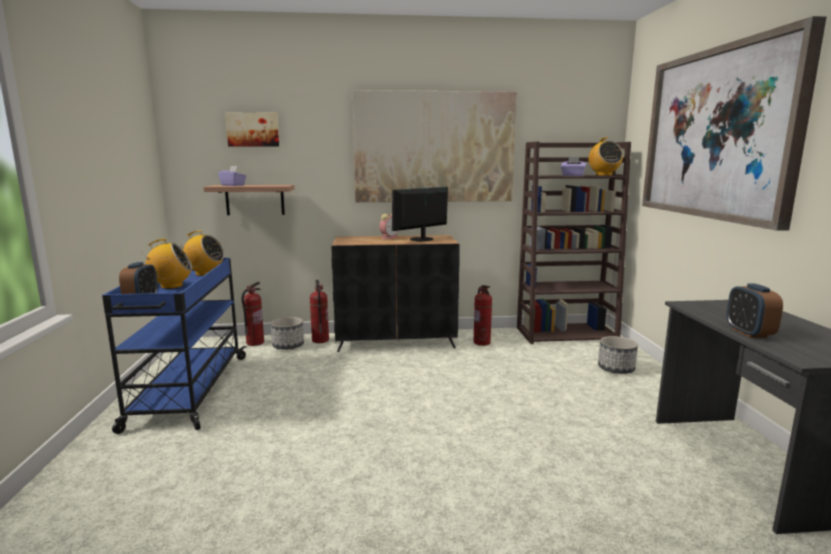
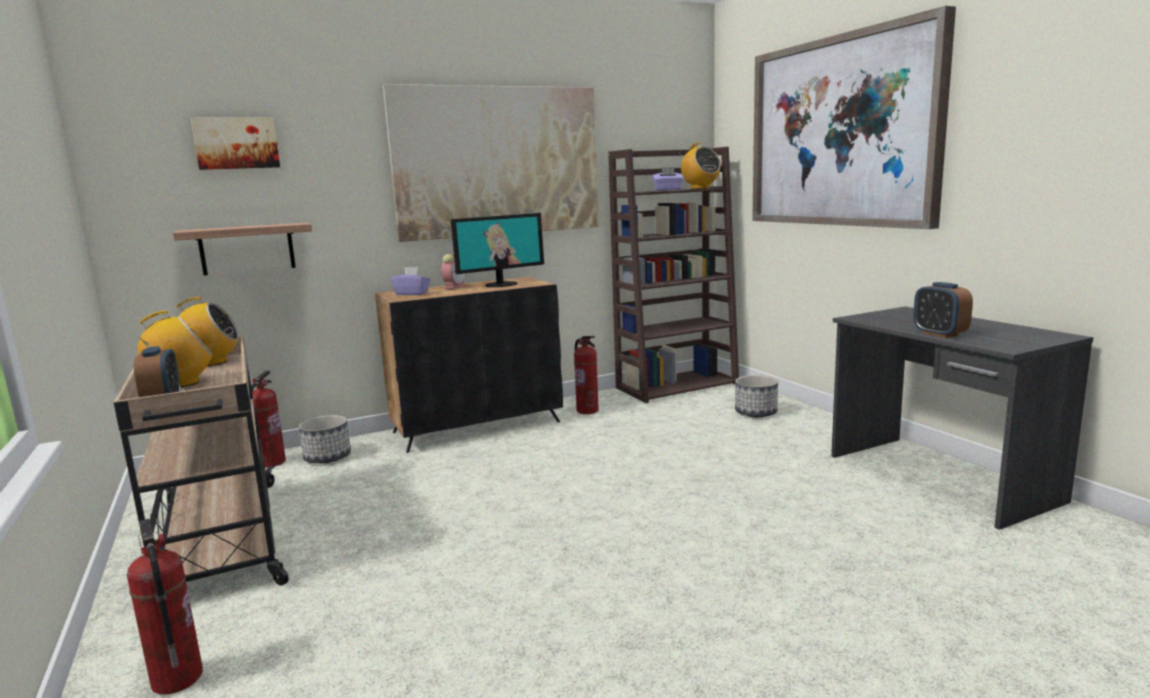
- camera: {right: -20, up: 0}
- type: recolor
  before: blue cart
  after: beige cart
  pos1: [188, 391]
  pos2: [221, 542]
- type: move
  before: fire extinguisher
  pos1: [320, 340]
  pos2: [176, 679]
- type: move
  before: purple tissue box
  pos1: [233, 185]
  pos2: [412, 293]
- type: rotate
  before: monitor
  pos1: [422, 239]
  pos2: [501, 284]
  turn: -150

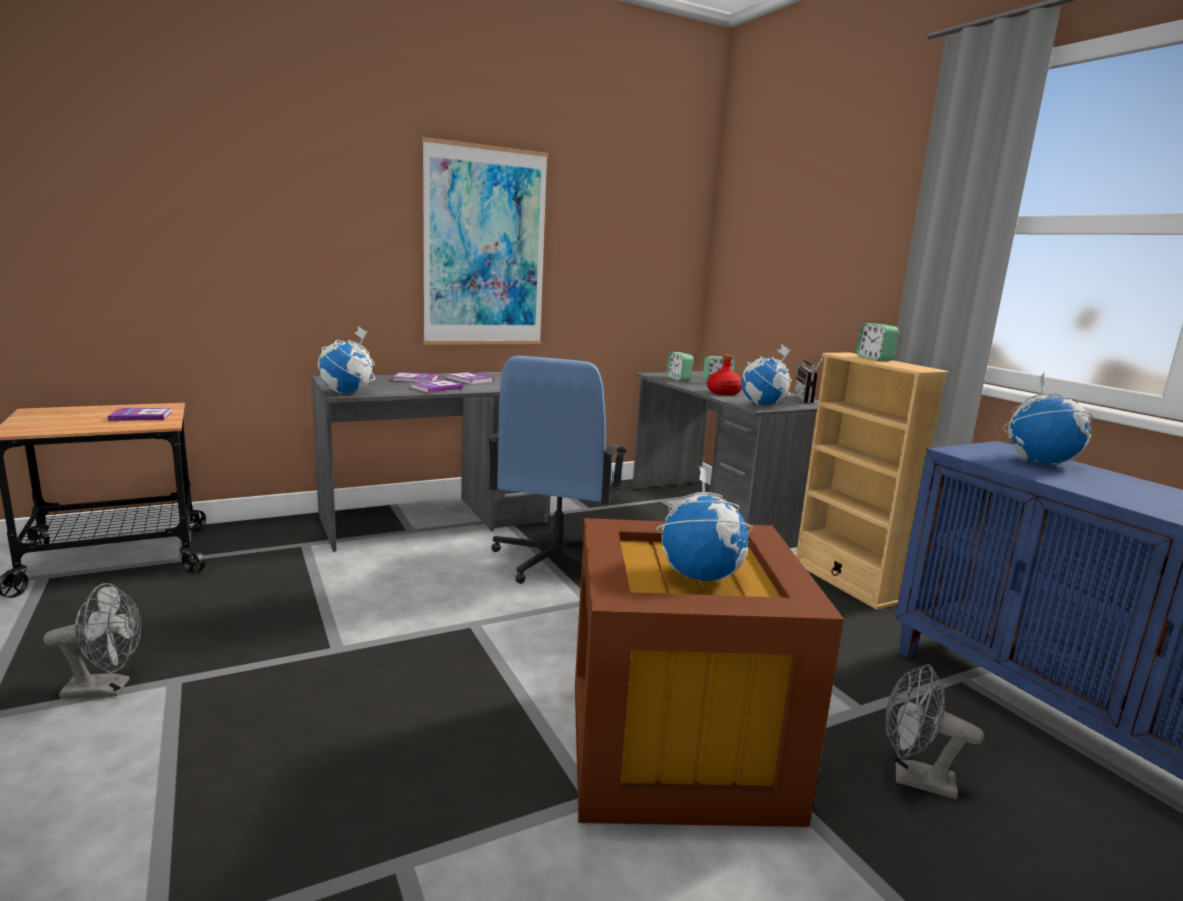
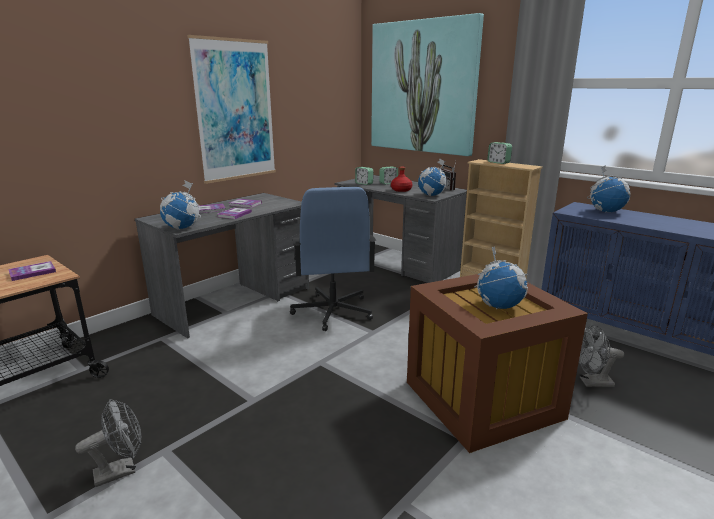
- camera: {right: -20, up: 5}
- type: insert
  after: picture
  pos2: [423, 87]

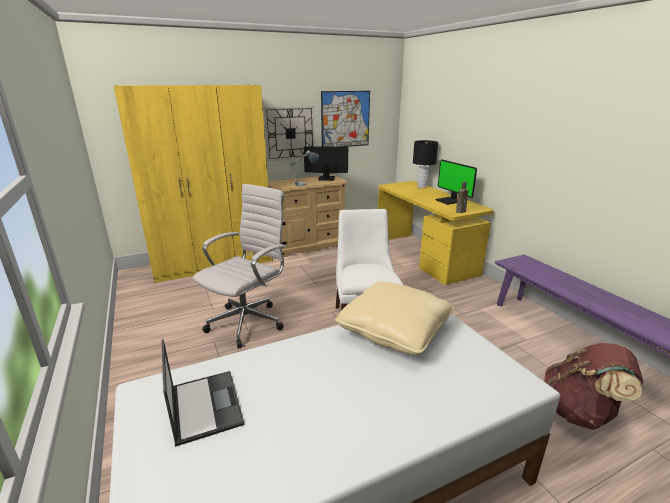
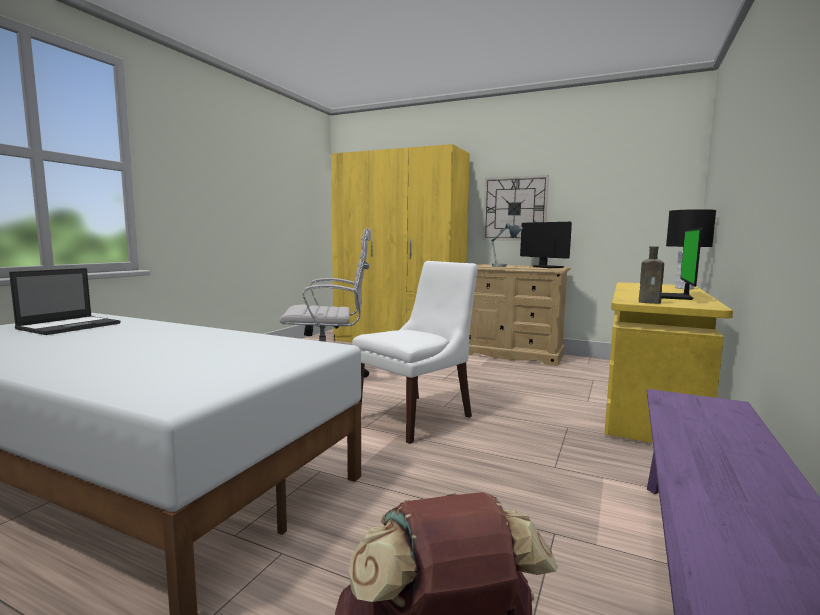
- camera: {right: 50, up: -15}
- type: delete
  before: picture
  pos1: [345, 119]
- type: delete
  before: beige pillow
  pos1: [394, 330]

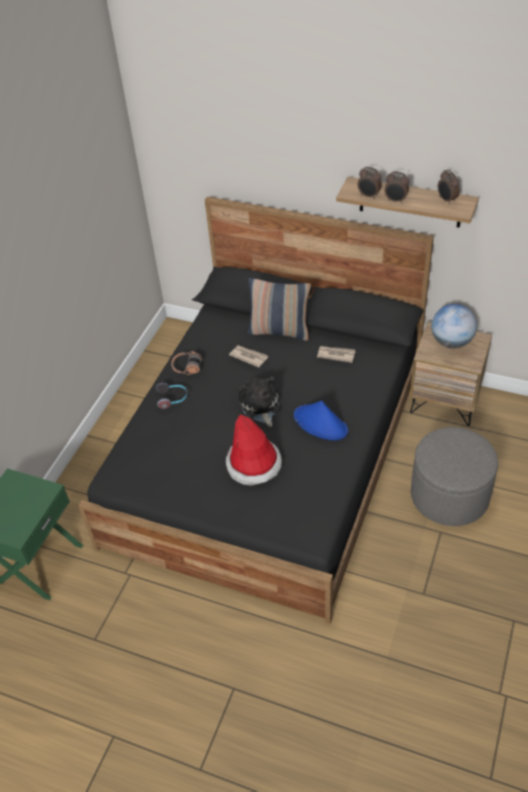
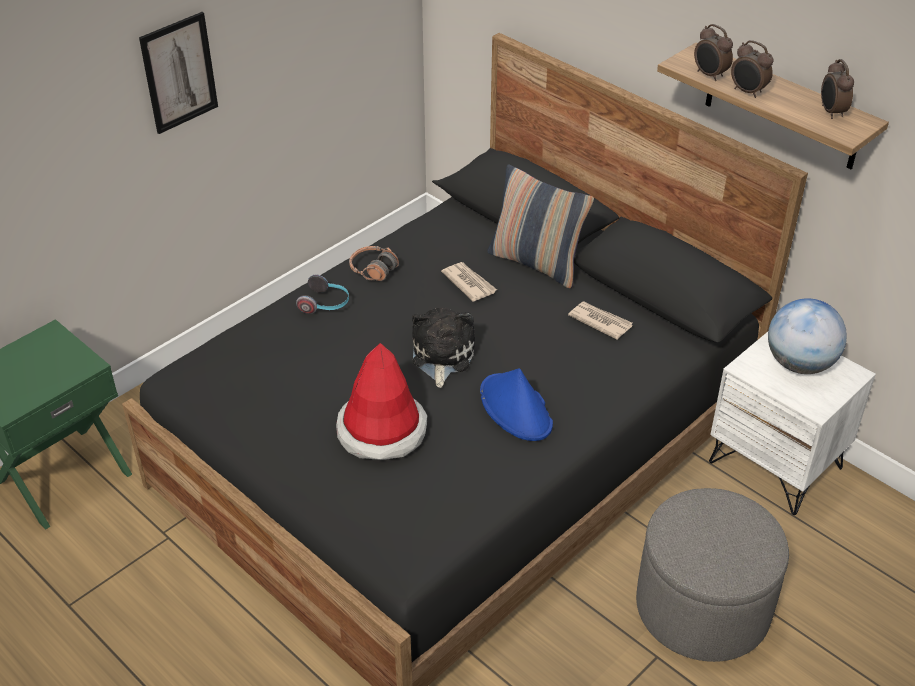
- camera: {right: 20, up: -5}
- type: insert
  after: picture
  pos2: [179, 73]
- type: recolor
  before: brown nightstand
  after: white nightstand
  pos1: [445, 401]
  pos2: [776, 464]

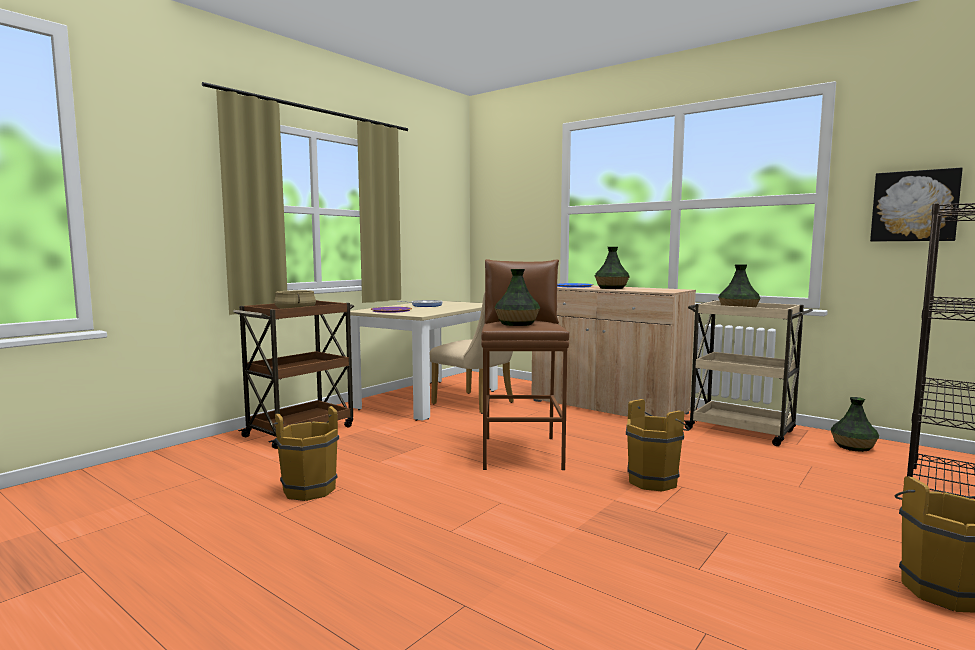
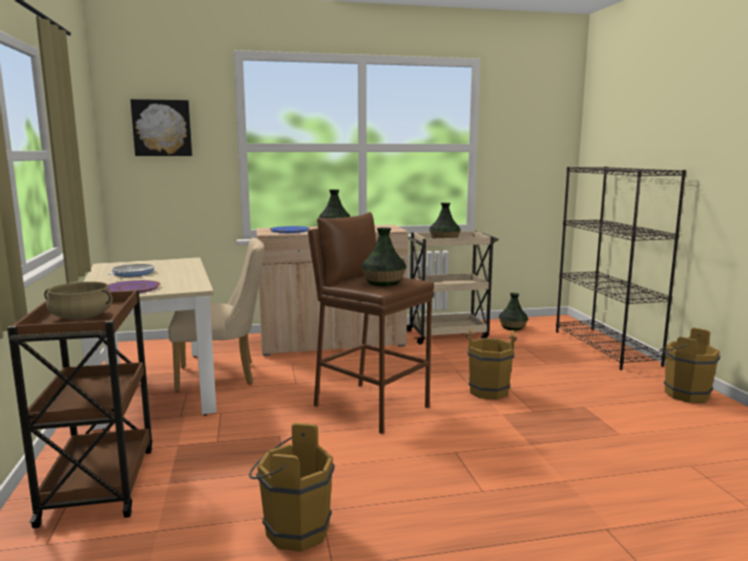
- camera: {right: -50, up: 5}
- type: move
  before: picture
  pos1: [914, 206]
  pos2: [162, 128]

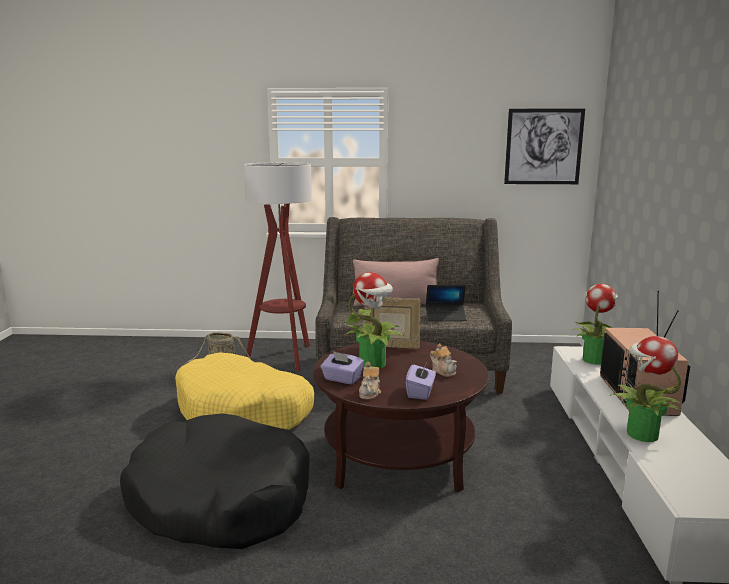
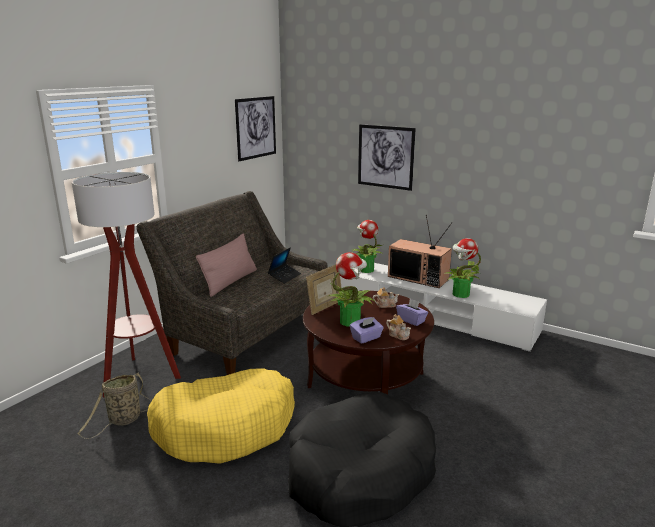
- camera: {right: -60, up: 5}
- type: insert
  after: picture
  pos2: [385, 157]

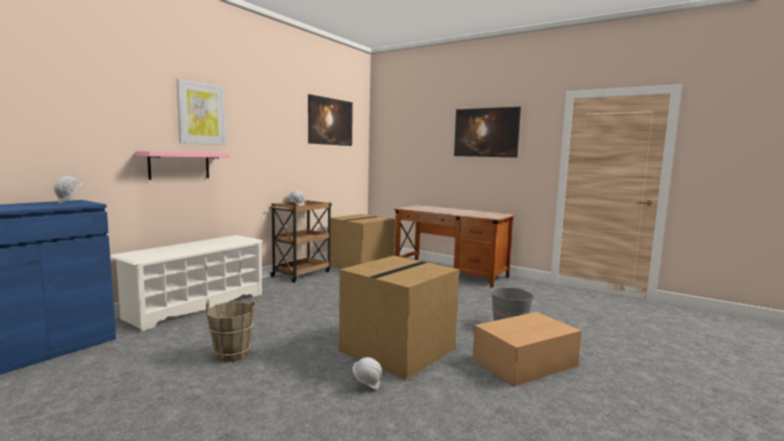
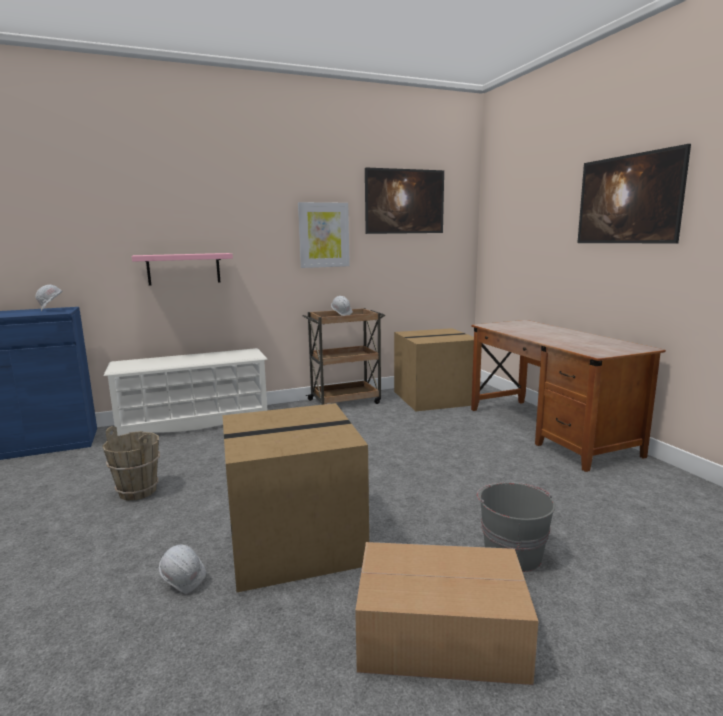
- camera: {right: 35, up: 5}
- type: move
  before: picture
  pos1: [201, 113]
  pos2: [323, 235]

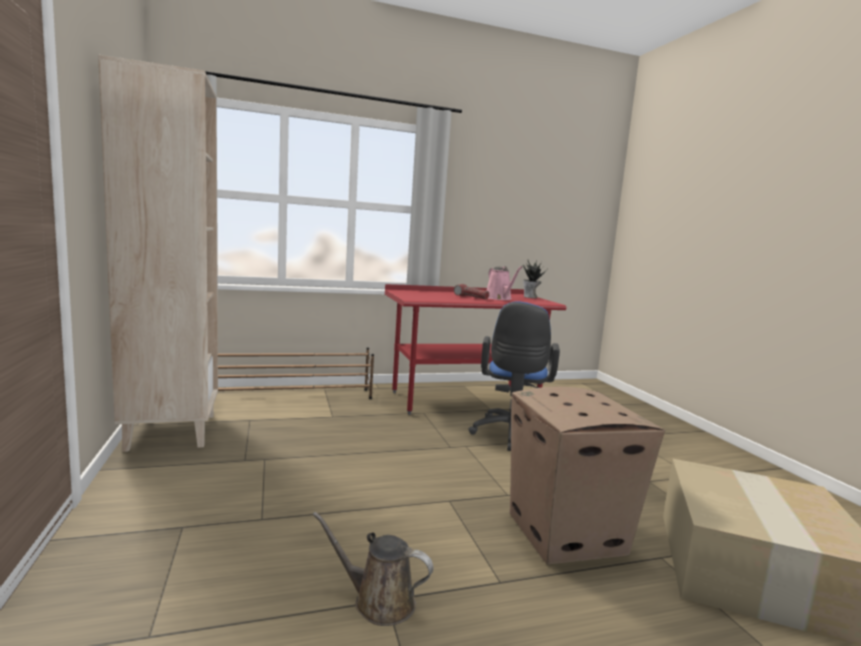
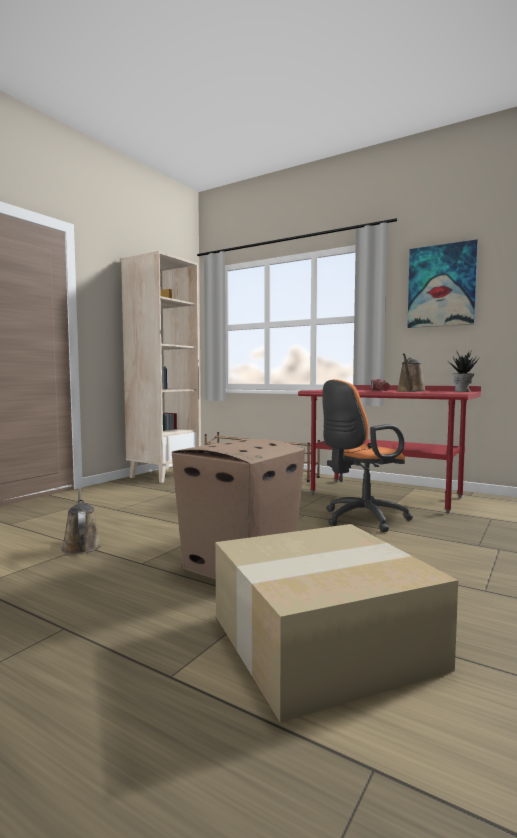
- camera: {right: 50, up: -5}
- type: recolor
  before: blue office chair
  after: orange office chair
  pos1: [510, 435]
  pos2: [361, 519]
- type: recolor
  before: pink watering can
  after: brown watering can
  pos1: [499, 298]
  pos2: [410, 391]
- type: insert
  after: picture
  pos2: [441, 286]

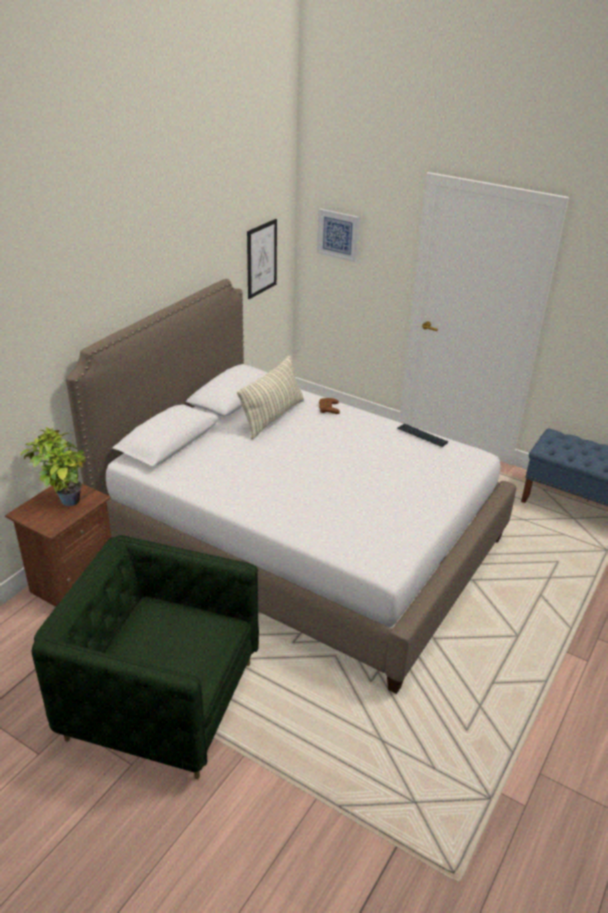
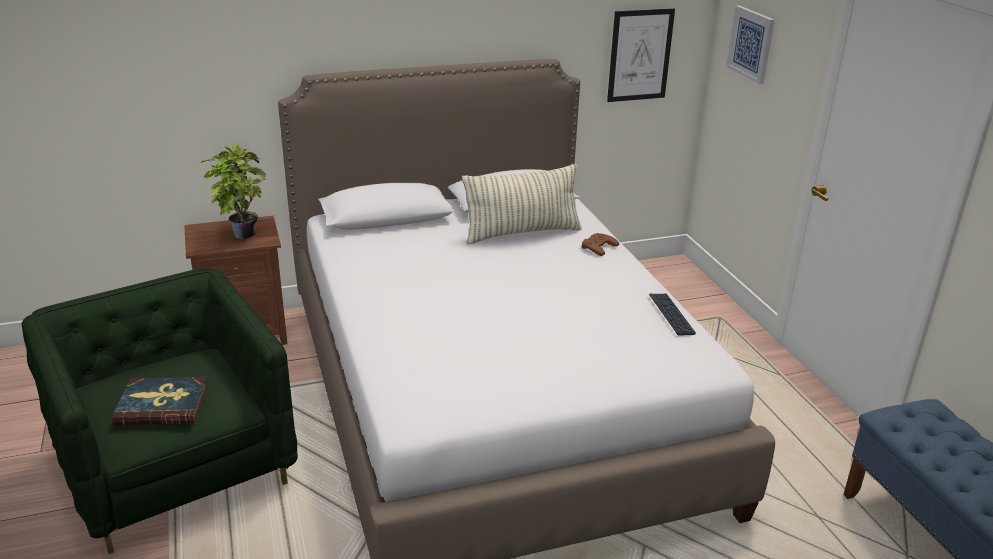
- camera: {right: 40, up: -5}
- type: insert
  after: book
  pos2: [162, 405]

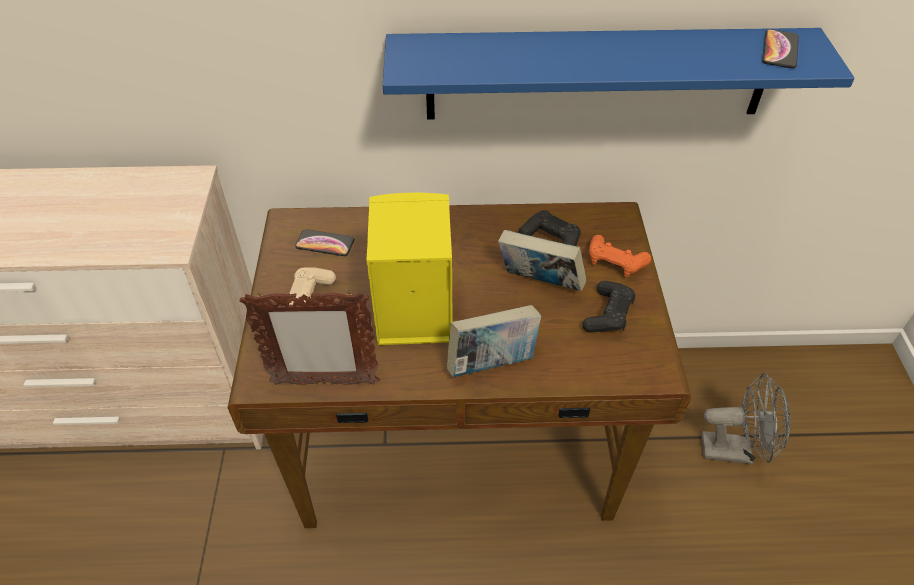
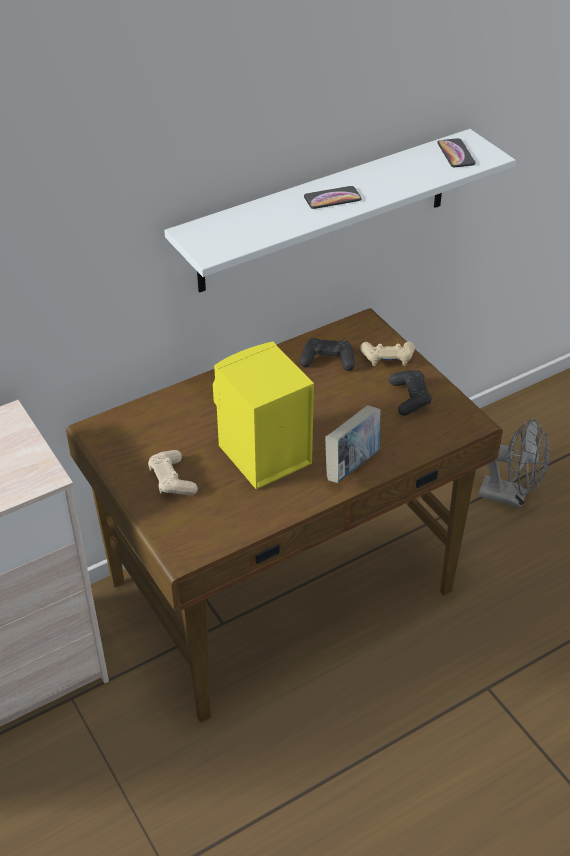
- camera: {right: -30, up: -5}
- type: recolor
  before: blue shelf
  after: white shelf
  pos1: [597, 74]
  pos2: [325, 211]
- type: move
  before: phone
  pos1: [325, 243]
  pos2: [332, 198]
- type: recolor
  before: orange game controller
  after: beige game controller
  pos1: [615, 262]
  pos2: [387, 359]
- type: rotate
  before: grey fan
  pos1: [734, 450]
  pos2: [510, 496]
  turn: 45
- type: delete
  before: picture frame
  pos1: [324, 383]
- type: delete
  before: book
  pos1: [539, 283]

